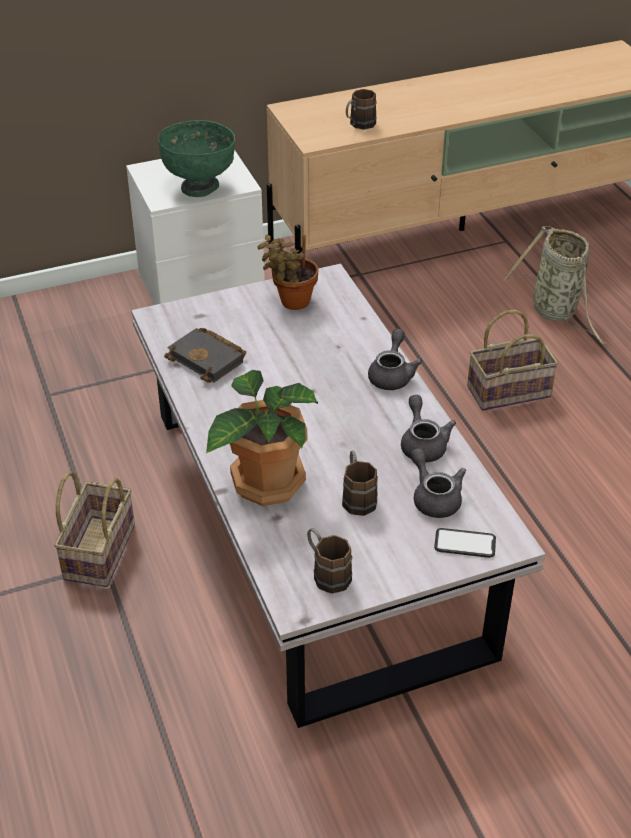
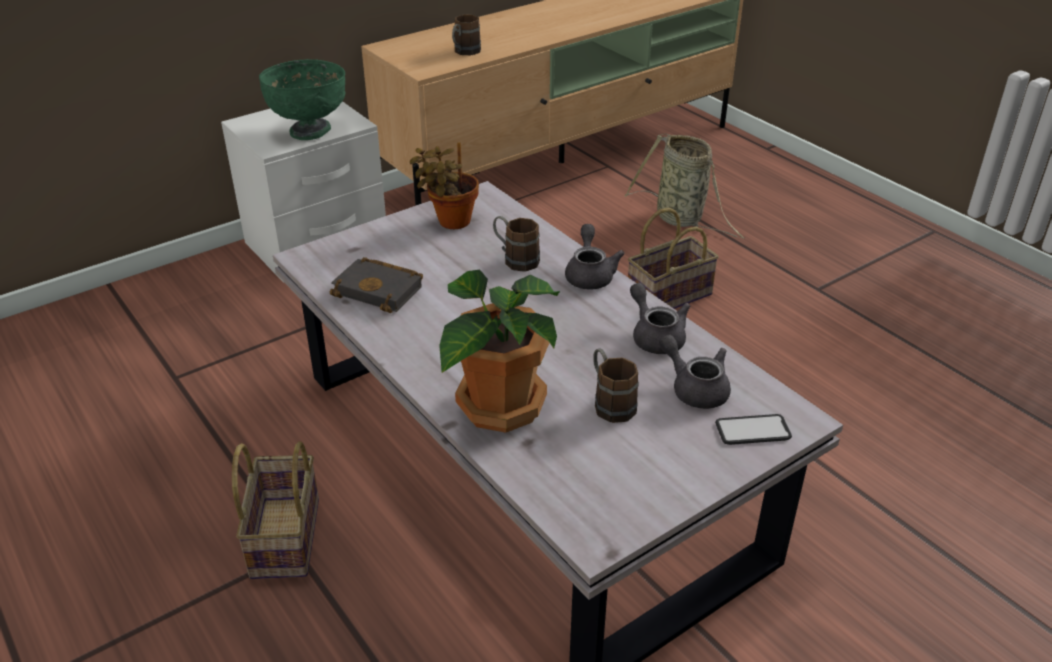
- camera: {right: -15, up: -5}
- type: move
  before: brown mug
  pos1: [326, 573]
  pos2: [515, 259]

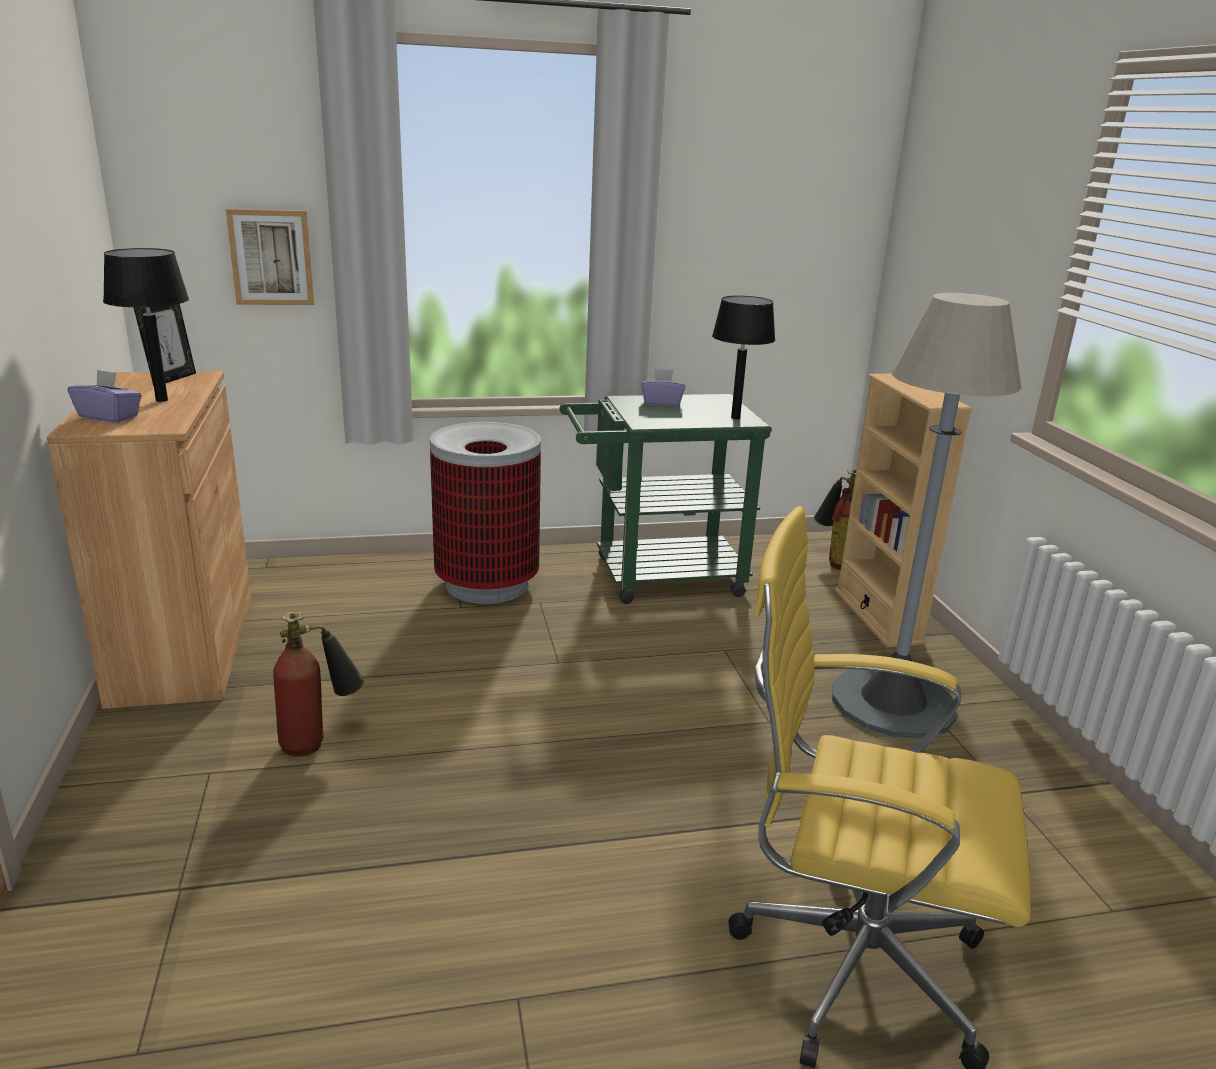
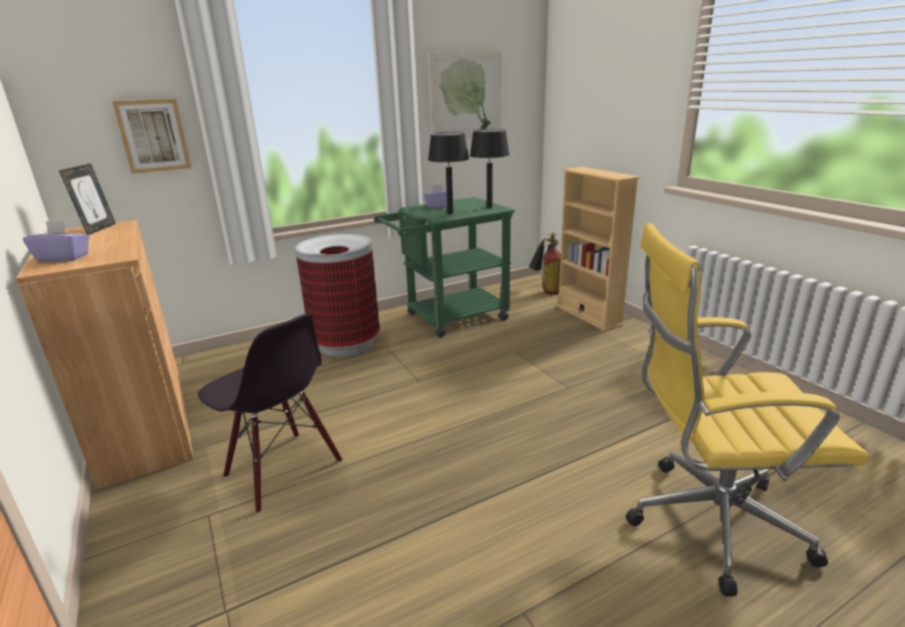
- camera: {right: -15, up: 0}
- type: replace
  before: fire extinguisher
  after: black chair
  pos1: [319, 740]
  pos2: [282, 470]
- type: insert
  after: picture
  pos2: [466, 96]
- type: move
  before: black table lamp
  pos1: [162, 400]
  pos2: [450, 213]
- type: delete
  before: grey floor lamp
  pos1: [892, 703]

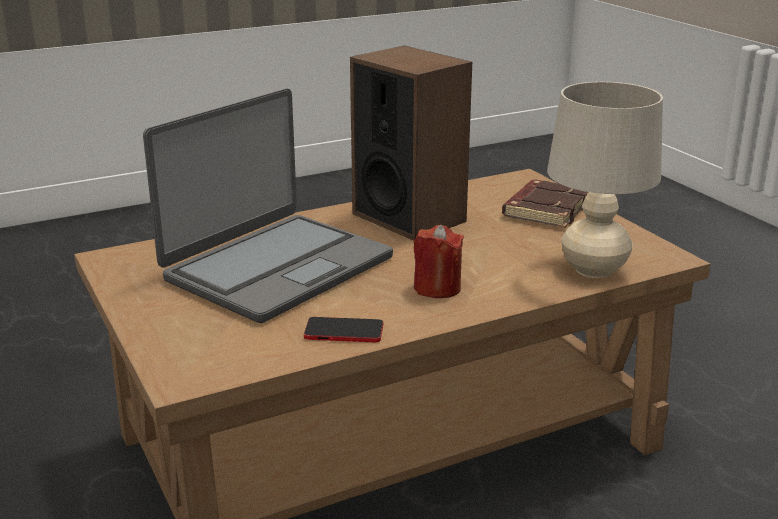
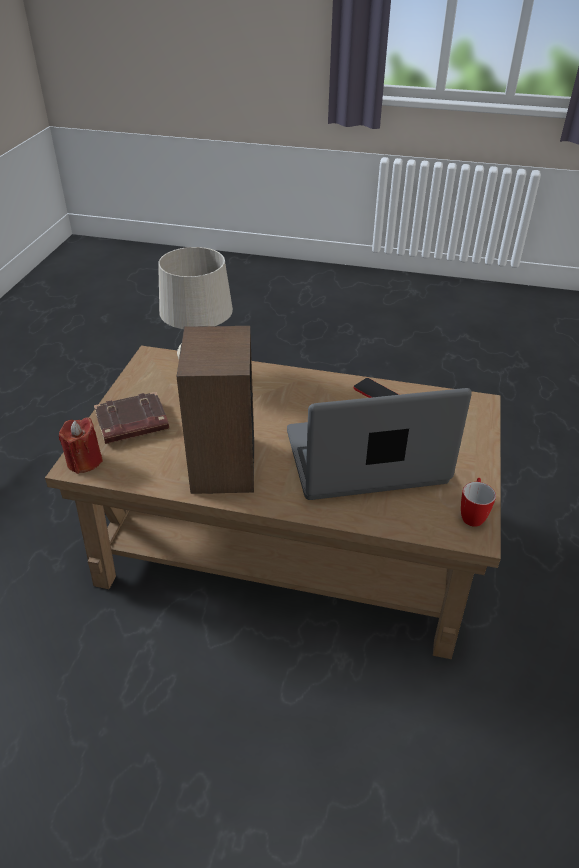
- camera: {right: -140, up: 15}
- type: move
  before: red candle
  pos1: [437, 288]
  pos2: [84, 461]
- type: insert
  after: mug
  pos2: [472, 514]

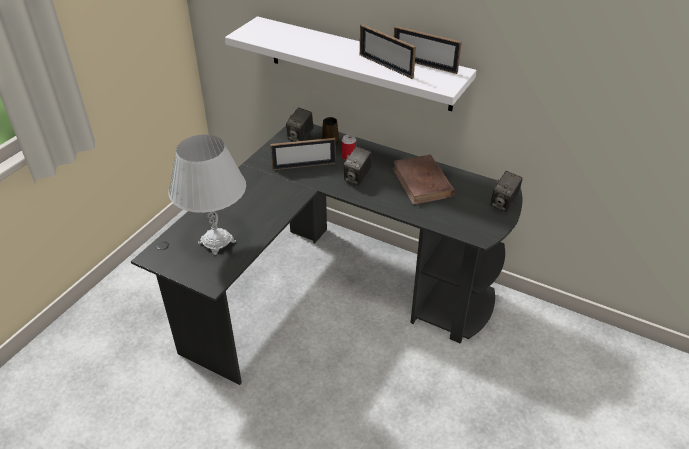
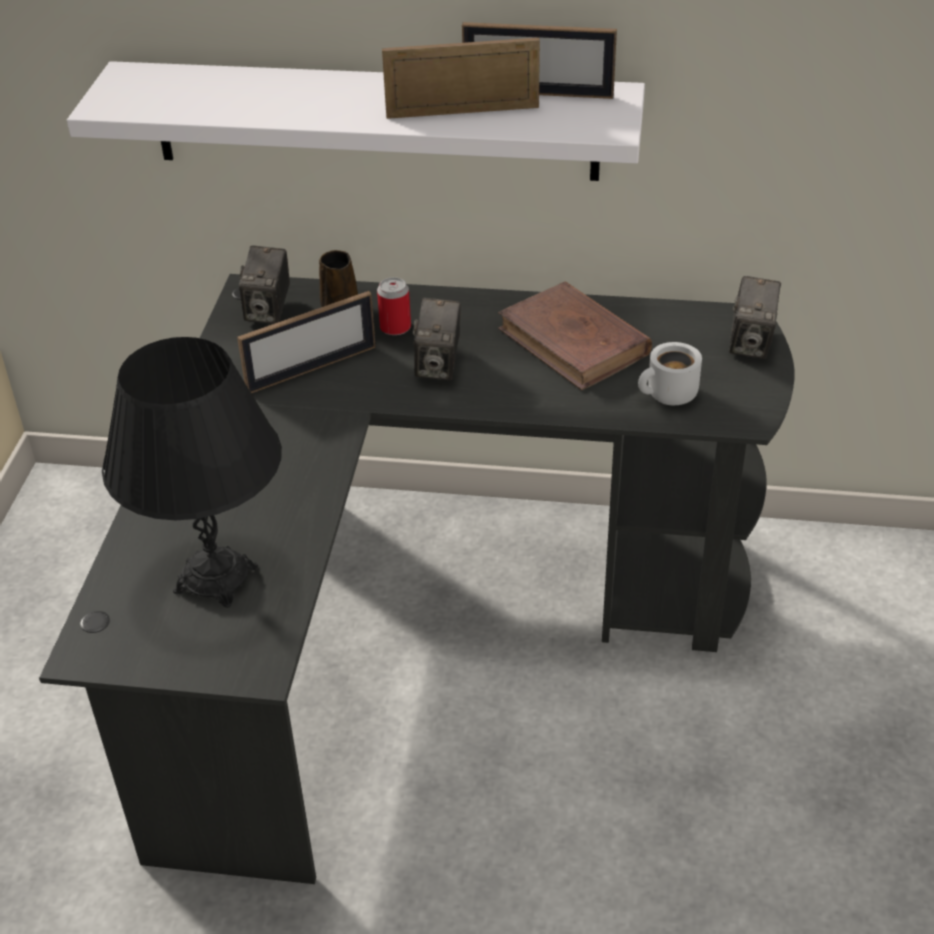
- camera: {right: -20, up: 0}
- type: recolor
  before: white table lamp
  after: black table lamp
  pos1: [217, 242]
  pos2: [216, 579]
- type: rotate
  before: picture frame
  pos1: [385, 66]
  pos2: [462, 111]
  turn: 150
- type: insert
  after: white mug
  pos2: [669, 396]

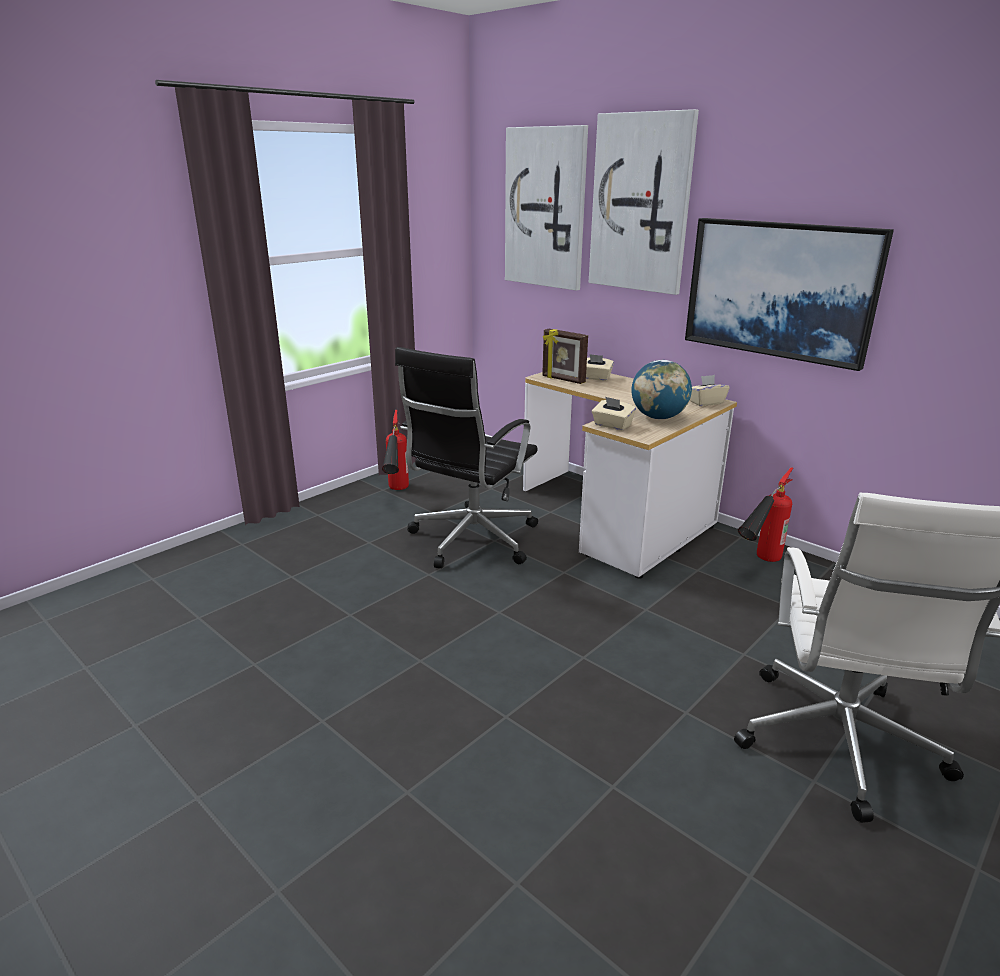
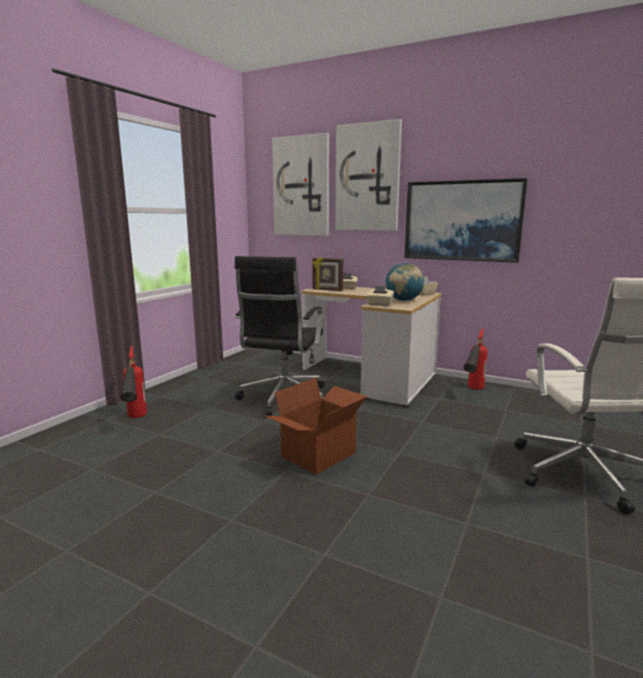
- camera: {right: -15, up: -10}
- type: move
  before: fire extinguisher
  pos1: [396, 494]
  pos2: [135, 421]
- type: insert
  after: cardboard box
  pos2: [319, 455]

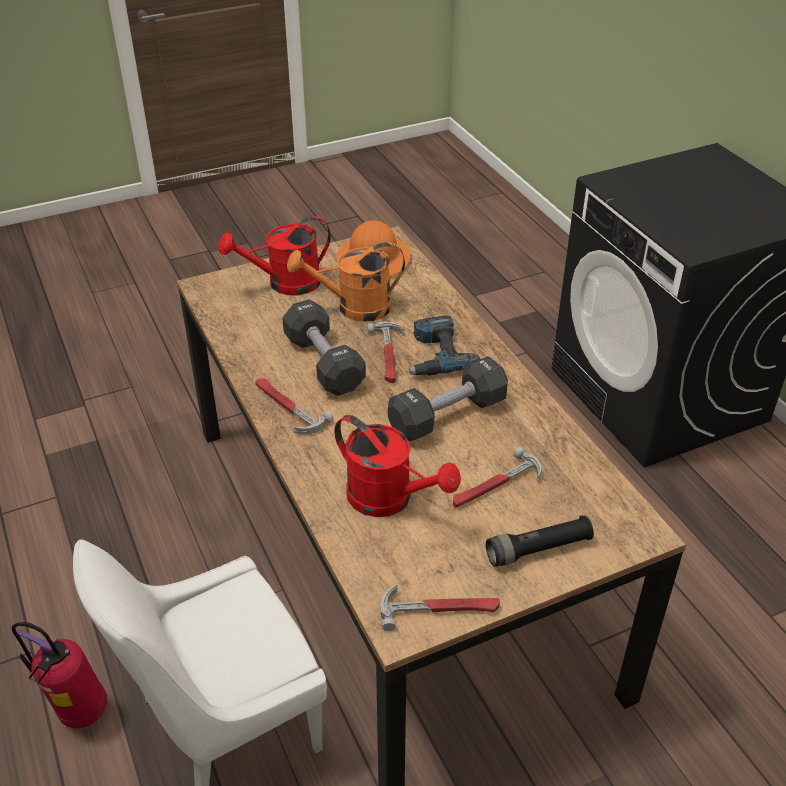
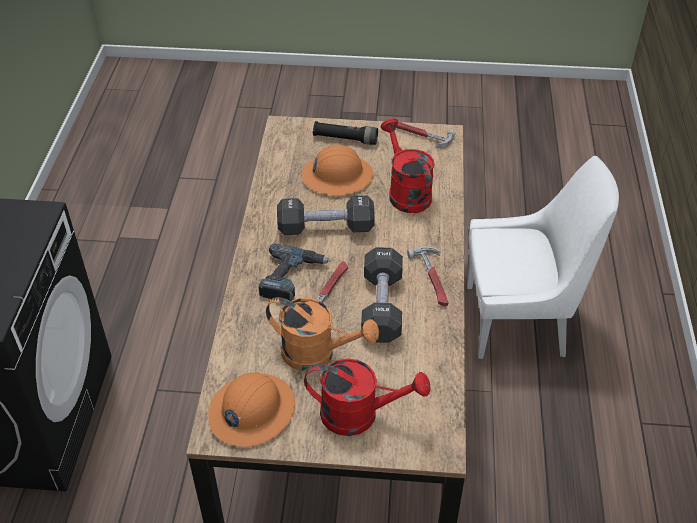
- camera: {right: -150, up: 5}
- type: replace
  before: hammer
  after: orange hard hat
  pos1: [495, 486]
  pos2: [337, 176]
- type: delete
  before: fire extinguisher
  pos1: [79, 714]

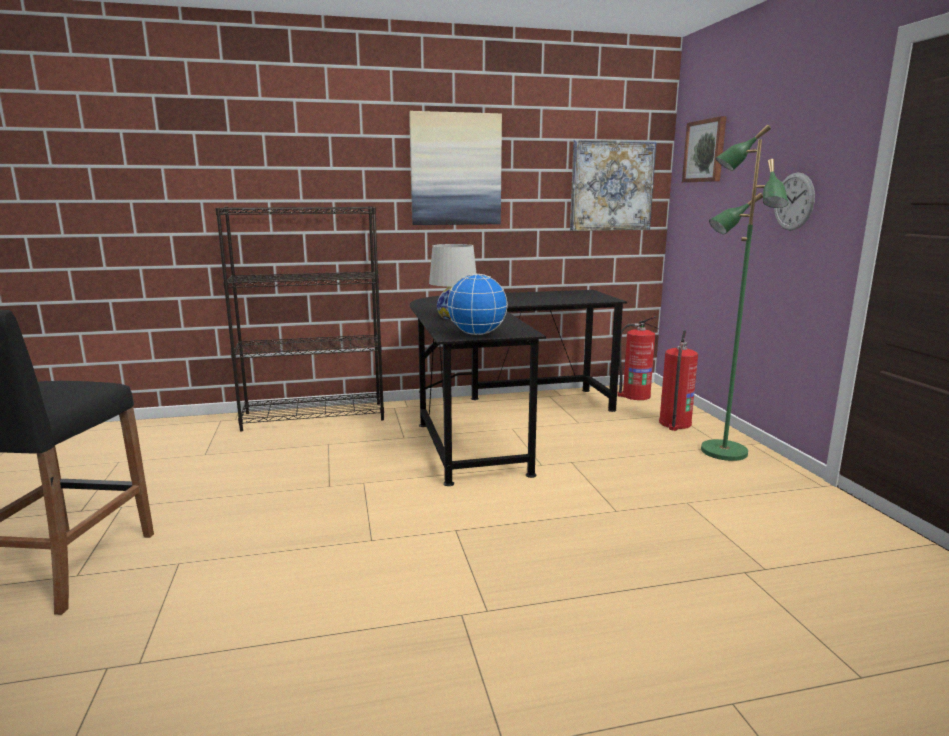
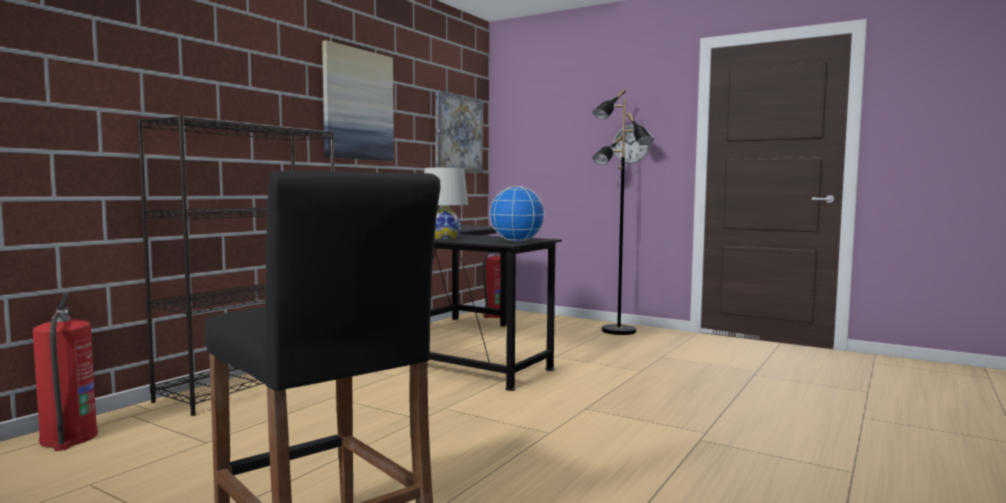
- camera: {right: -45, up: -10}
- type: move
  before: fire extinguisher
  pos1: [674, 423]
  pos2: [68, 439]
- type: recolor
  before: green floor lamp
  after: black floor lamp
  pos1: [722, 452]
  pos2: [618, 331]
- type: delete
  before: picture
  pos1: [705, 151]

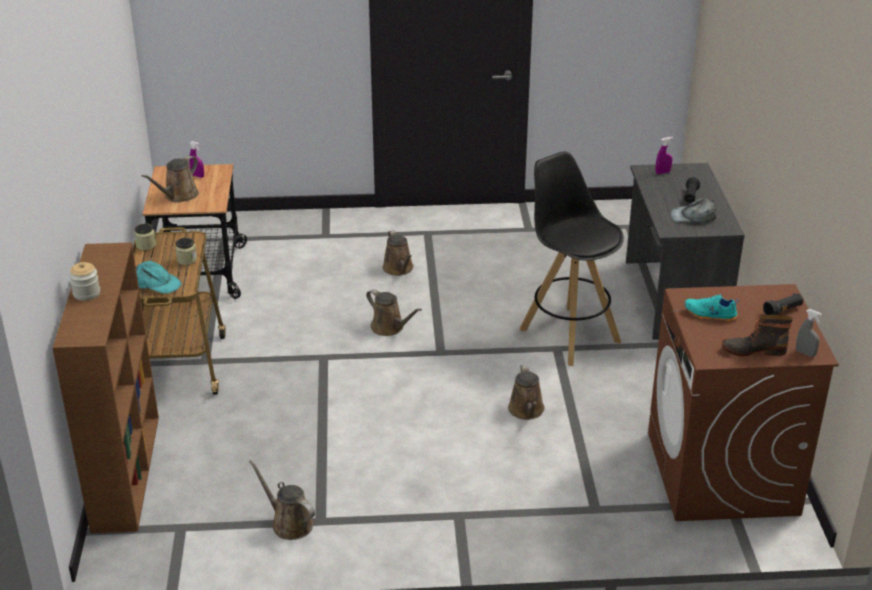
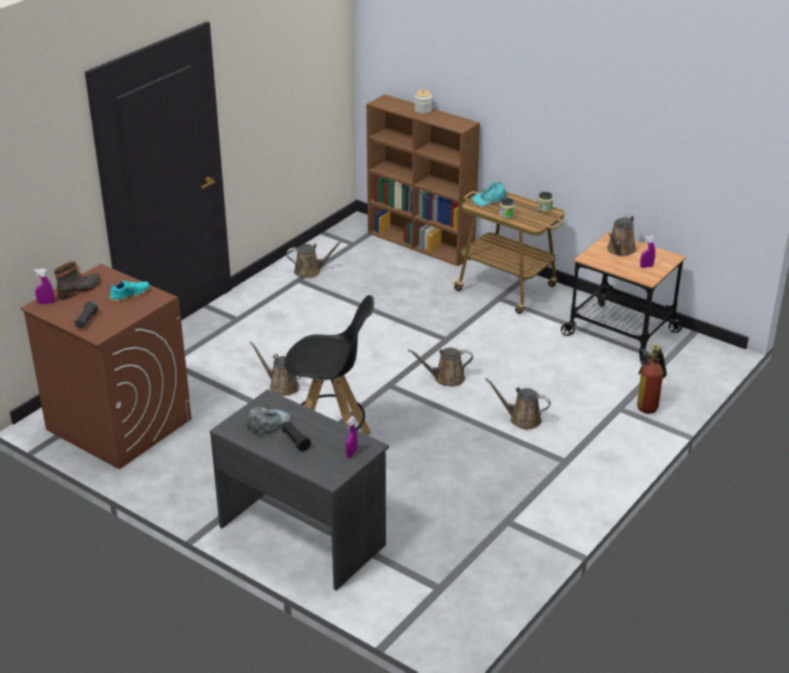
- camera: {right: 130, up: 0}
- type: recolor
  before: grey spray bottle
  after: purple spray bottle
  pos1: [805, 353]
  pos2: [46, 303]
- type: rotate
  before: brown watering can
  pos1: [179, 196]
  pos2: [620, 250]
  turn: -135
- type: insert
  after: fire extinguisher
  pos2: [650, 403]

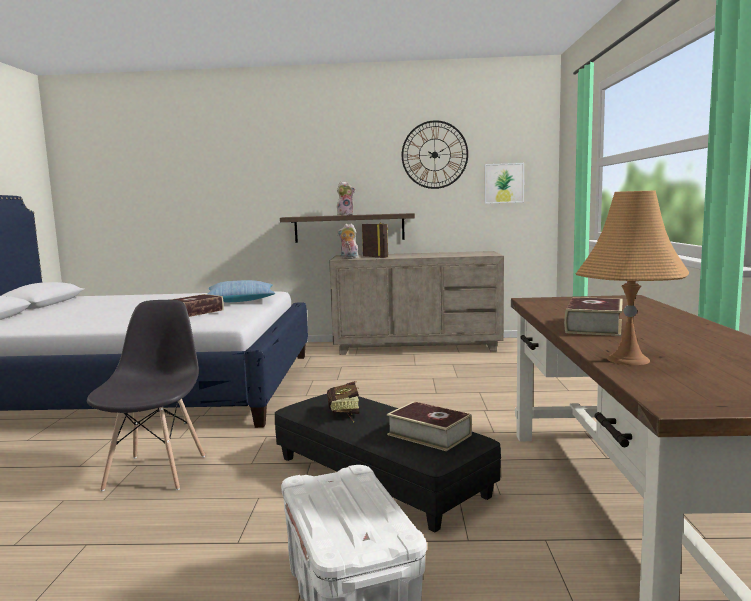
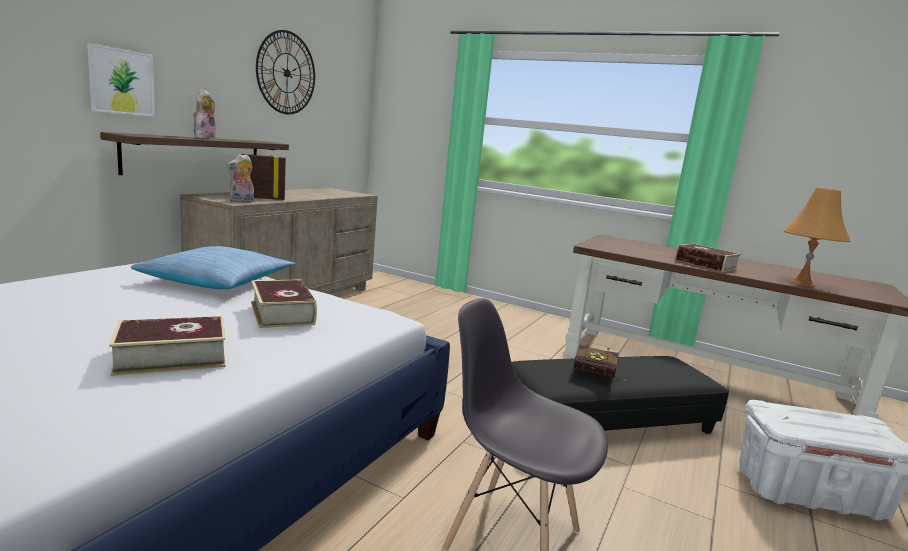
- camera: {right: -65, up: 5}
- type: move
  before: picture
  pos1: [504, 183]
  pos2: [121, 82]
- type: move
  before: book
  pos1: [429, 435]
  pos2: [172, 357]

